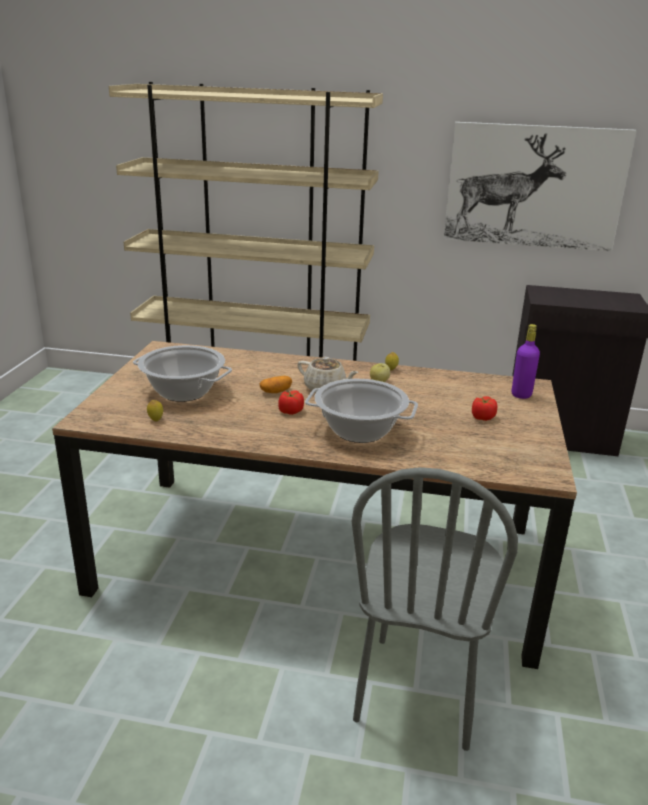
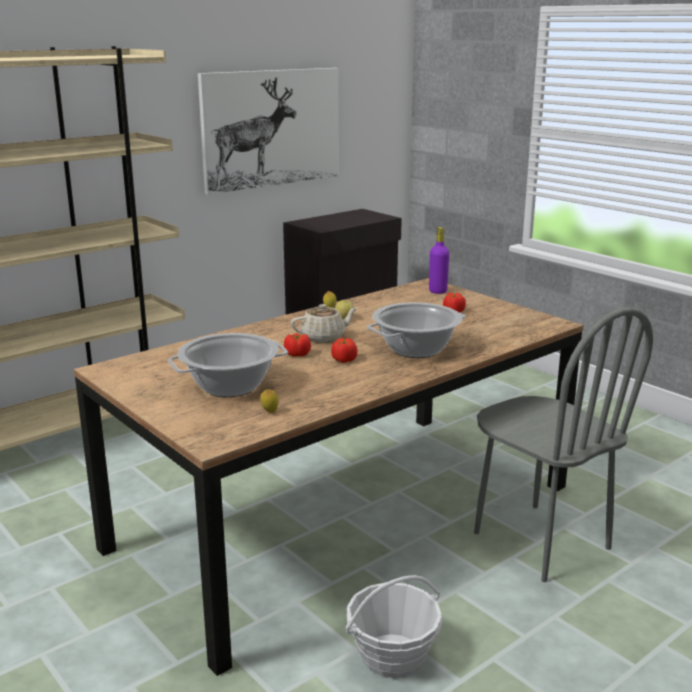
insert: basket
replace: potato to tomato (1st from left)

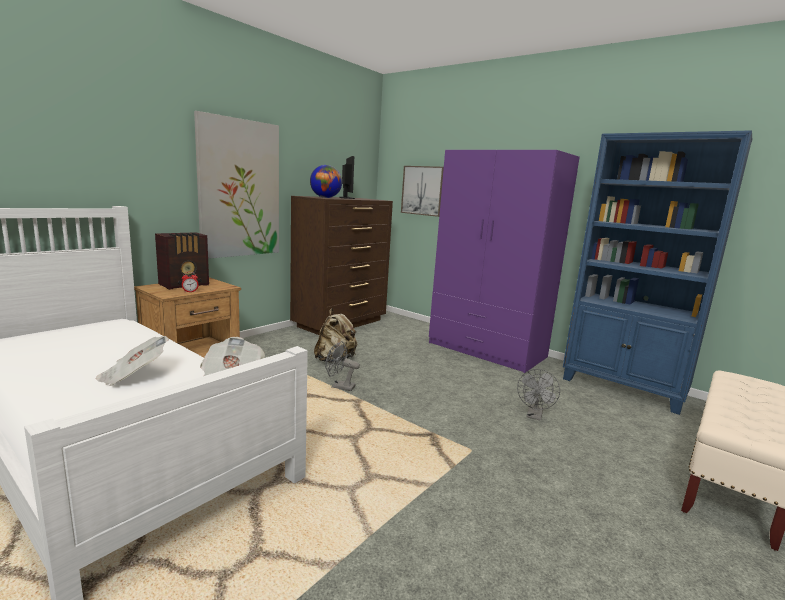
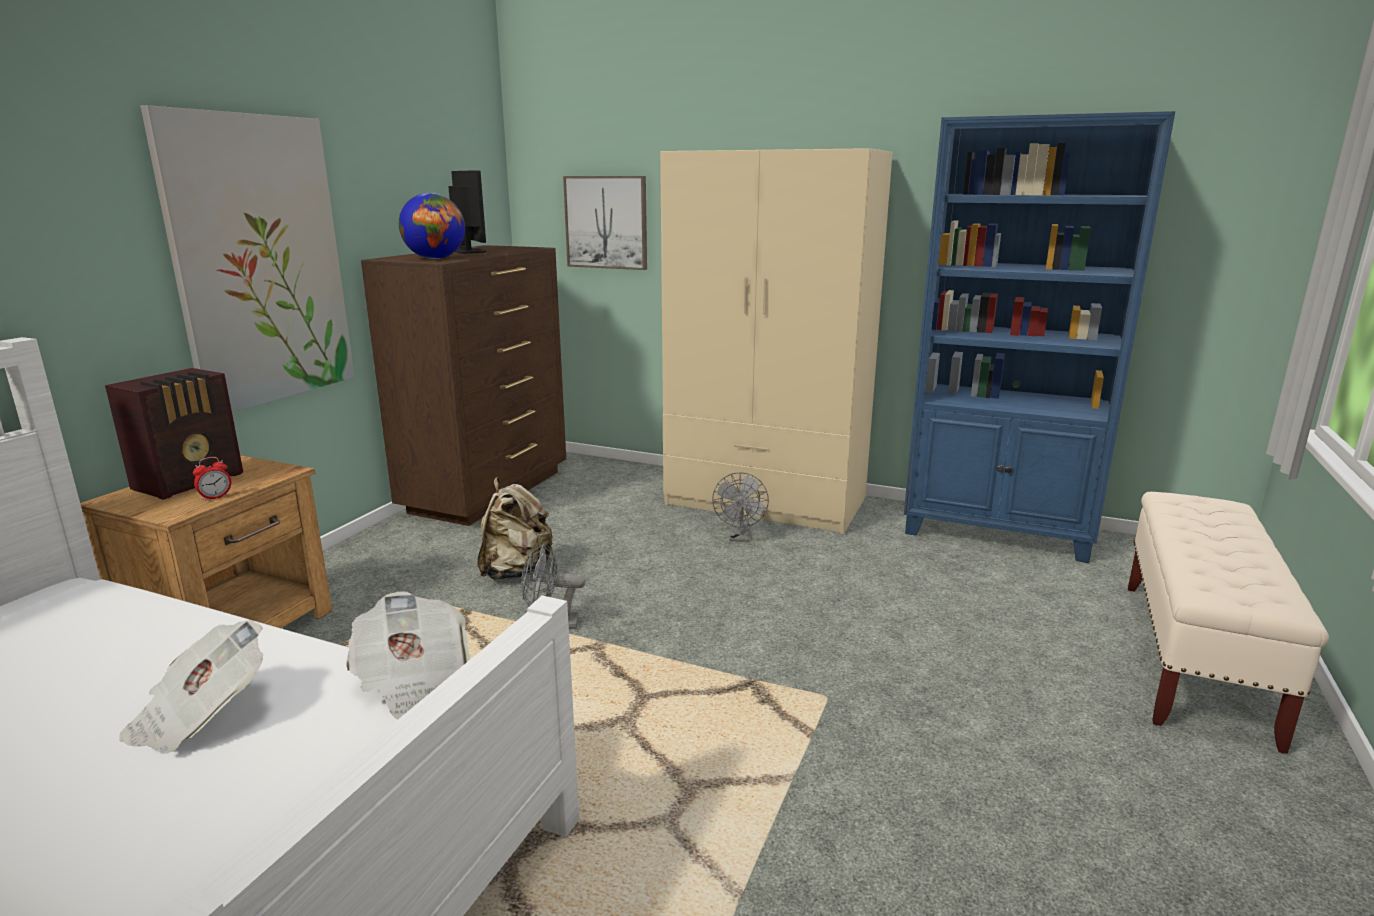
move: grey fan (2nd from left)
recolor: purple wardrobe to beige wardrobe

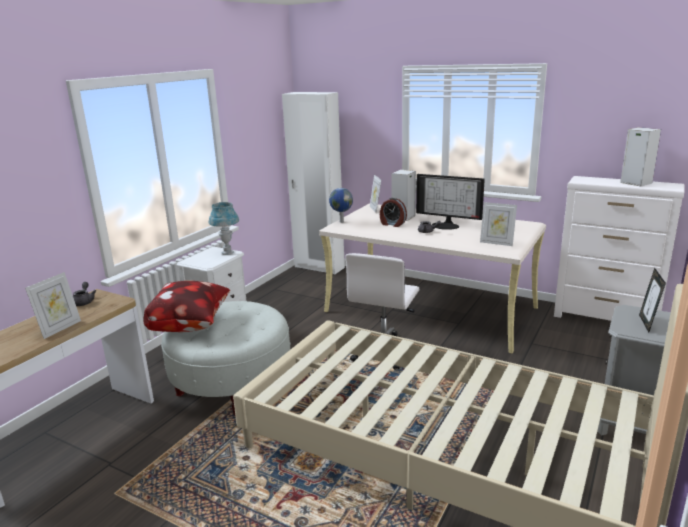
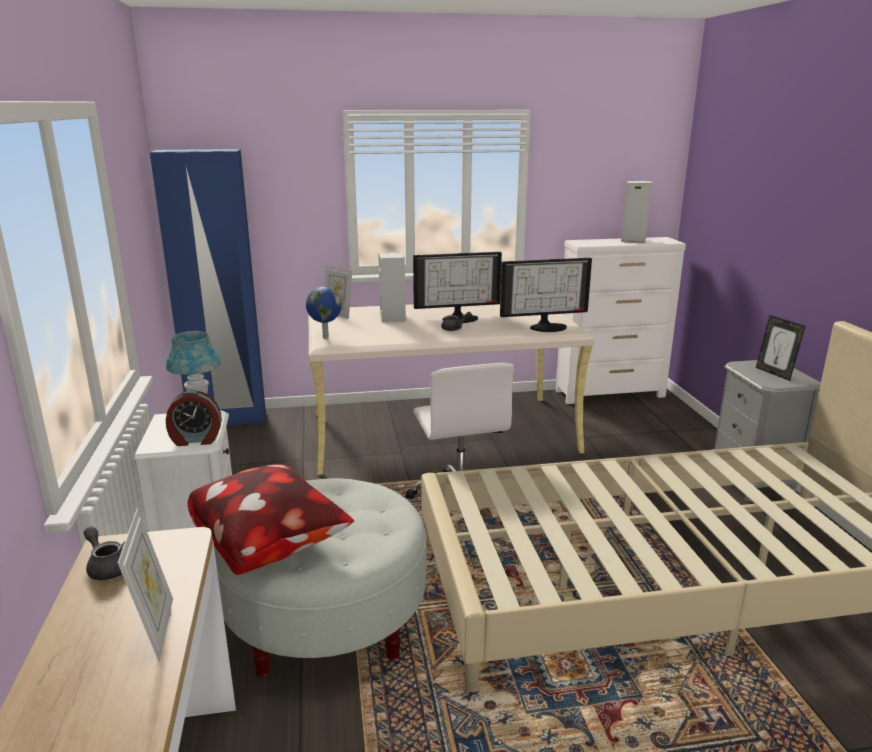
move: alarm clock
replace: picture frame (3rd from left) to monitor (2nd from left)
recolor: white wardrobe to blue wardrobe

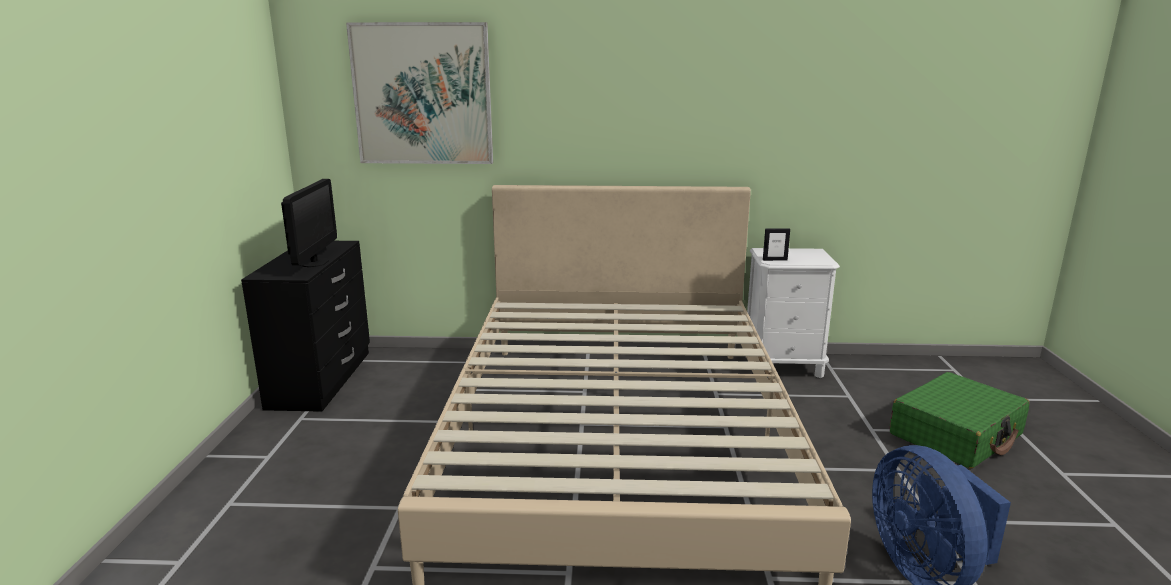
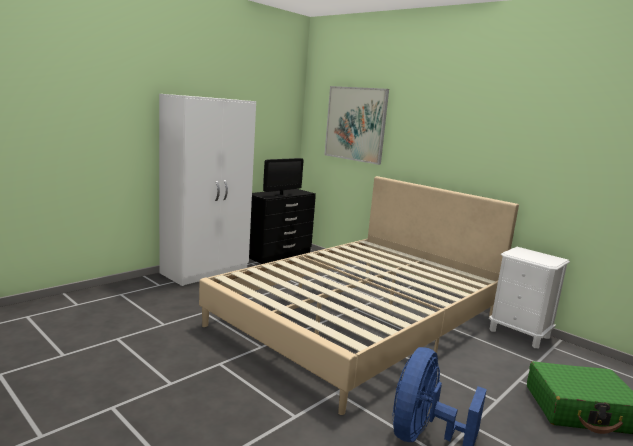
delete: picture frame
insert: white wardrobe

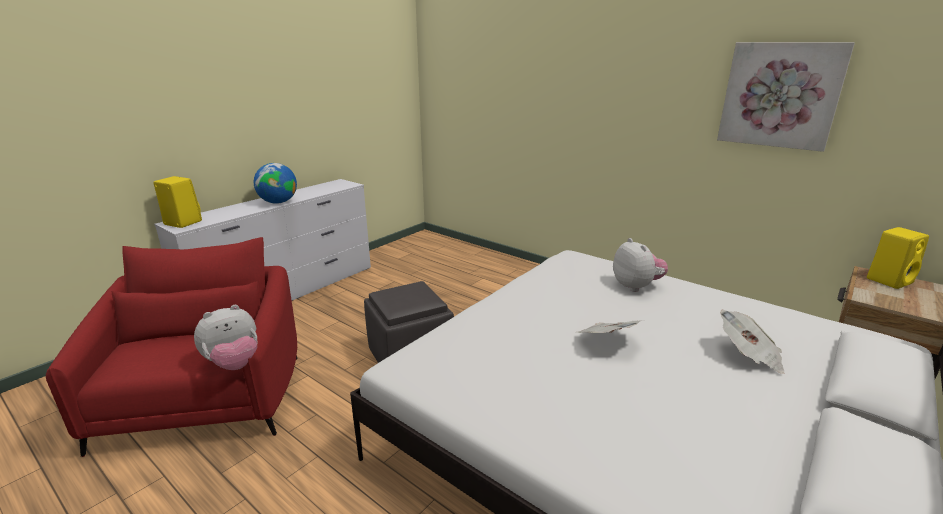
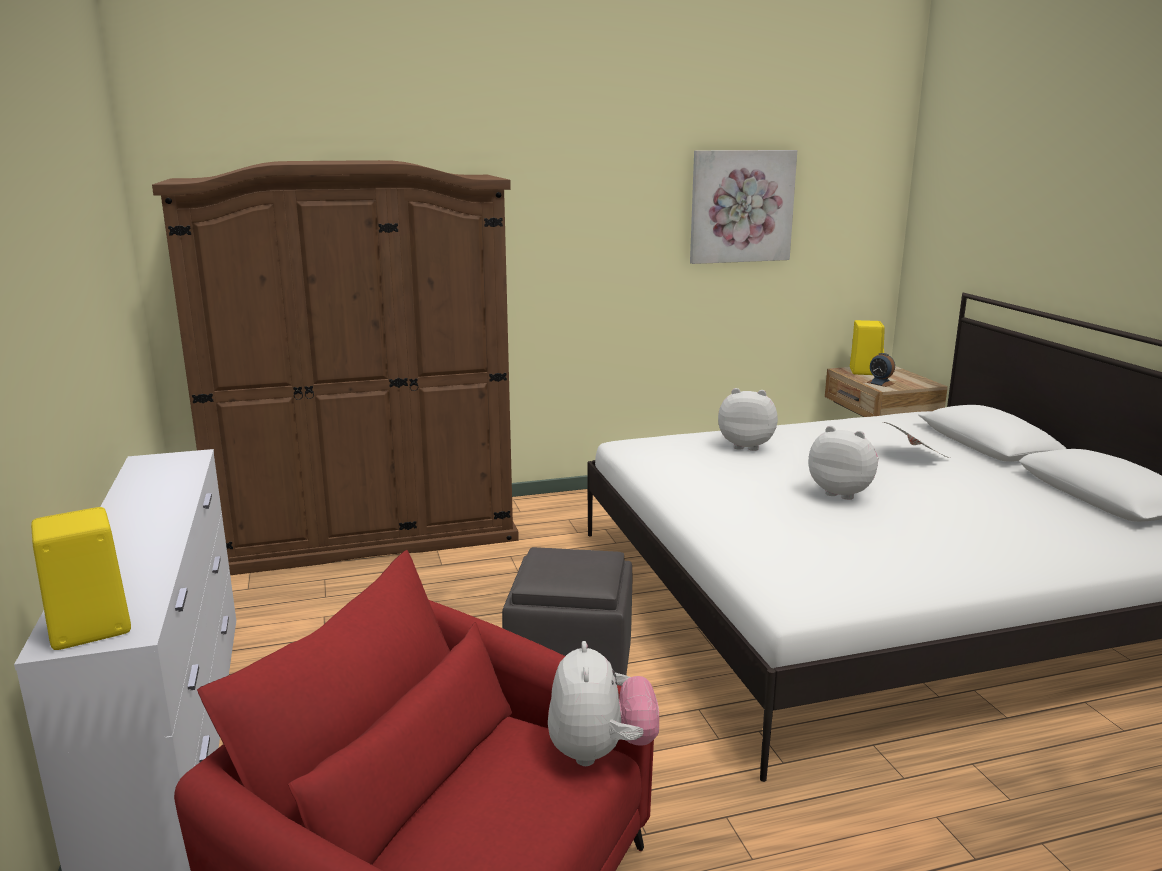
delete: globe
insert: brown wardrobe; alarm clock
replace: newspaper (1st from left) to plush toy (3rd from left)

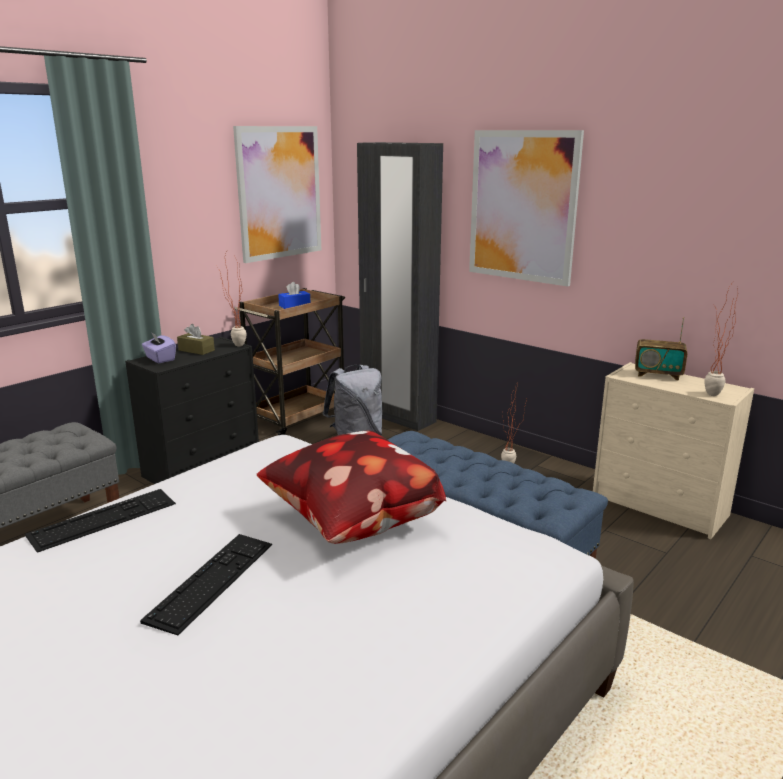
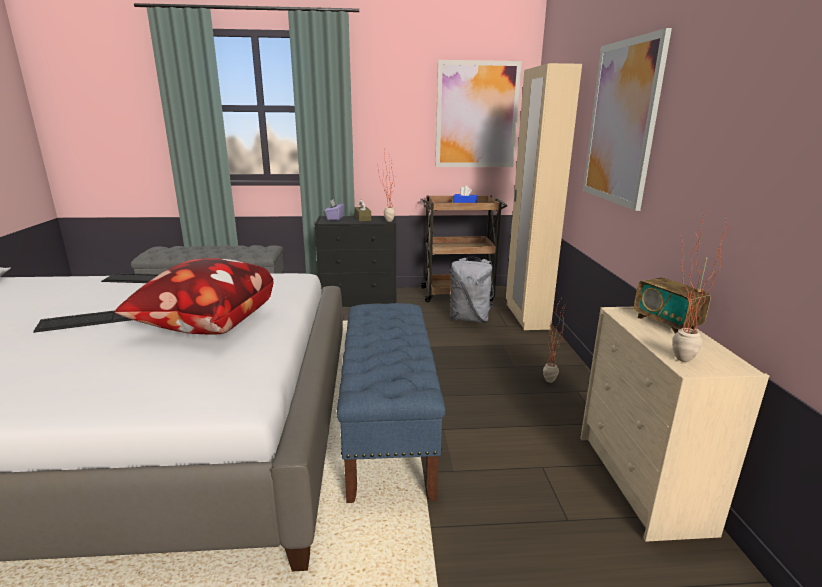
recolor: black wardrobe to beige wardrobe

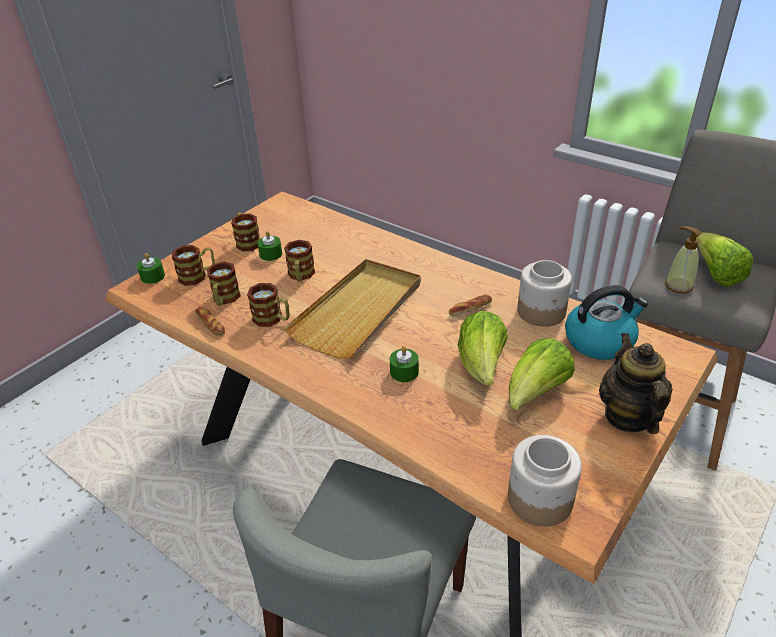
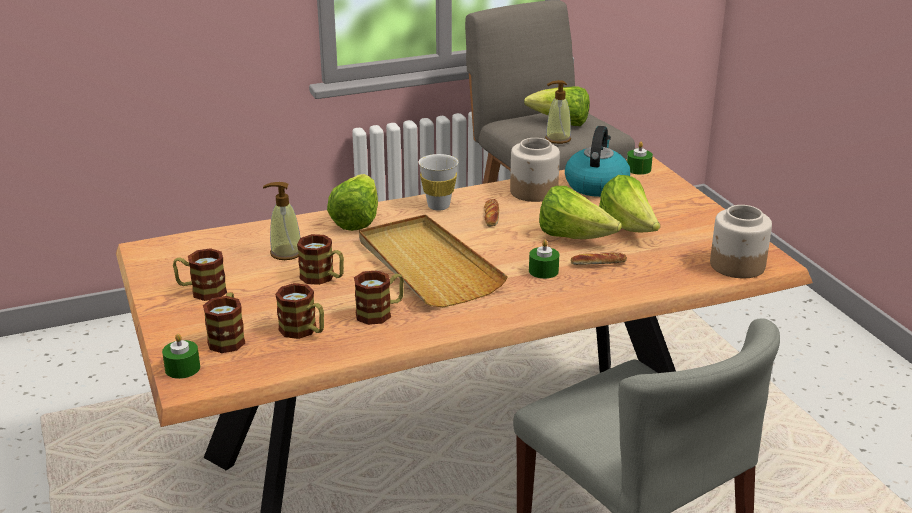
delete: teapot
insert: white cup; lettuce (1st from left); soap dispenser (1st from left)
move: green candle (2nd from left in the first image) to green candle (3rd from left); bread (1st from left in the first image) to bread (2nd from left)

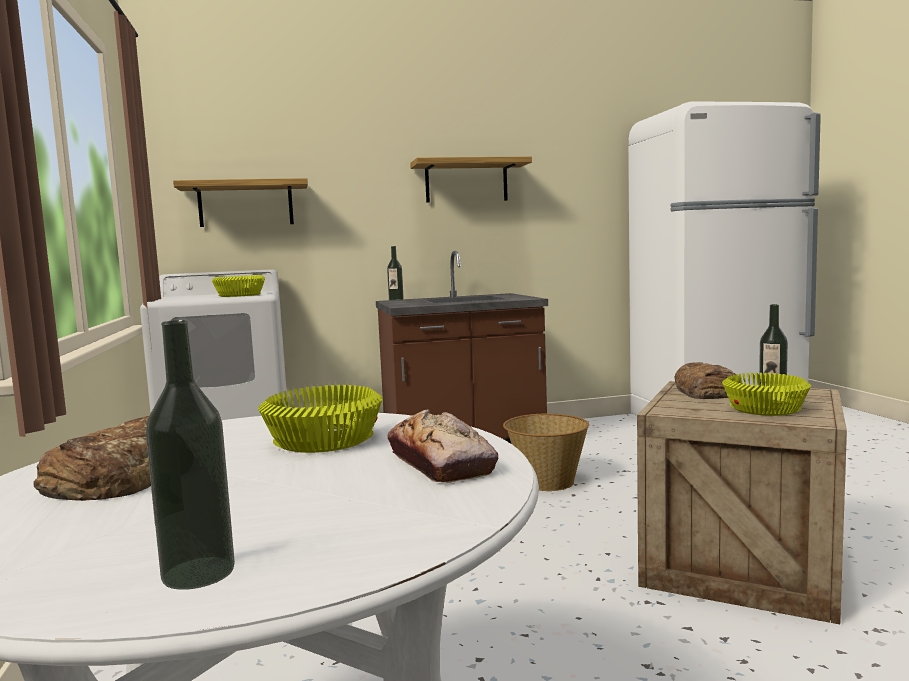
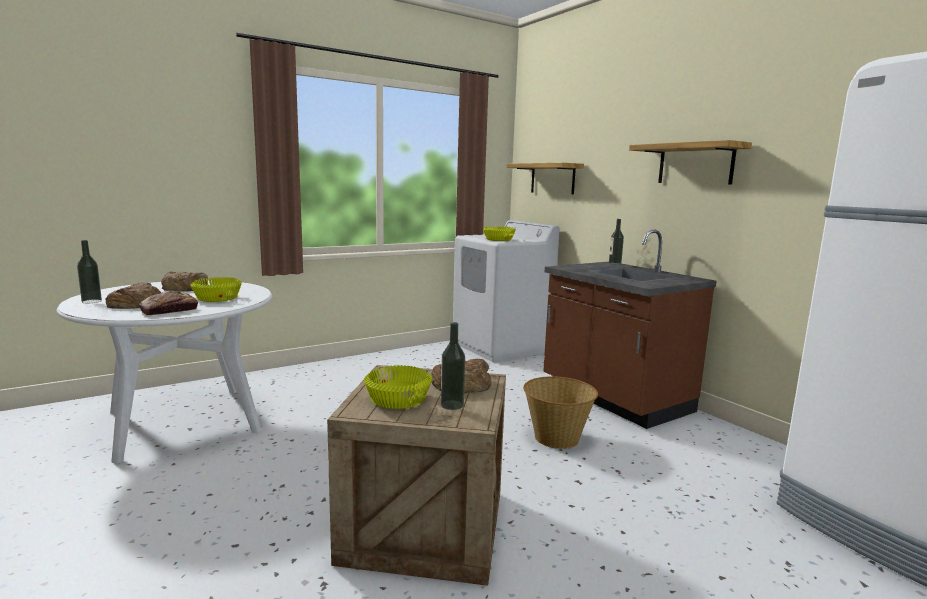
insert: bread (1st from left)

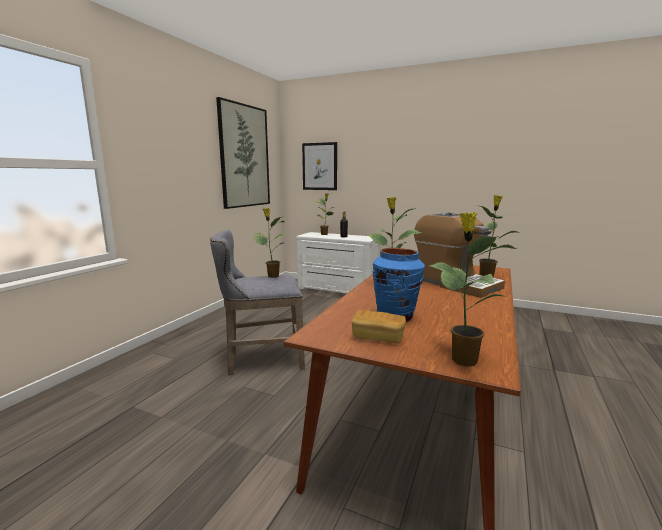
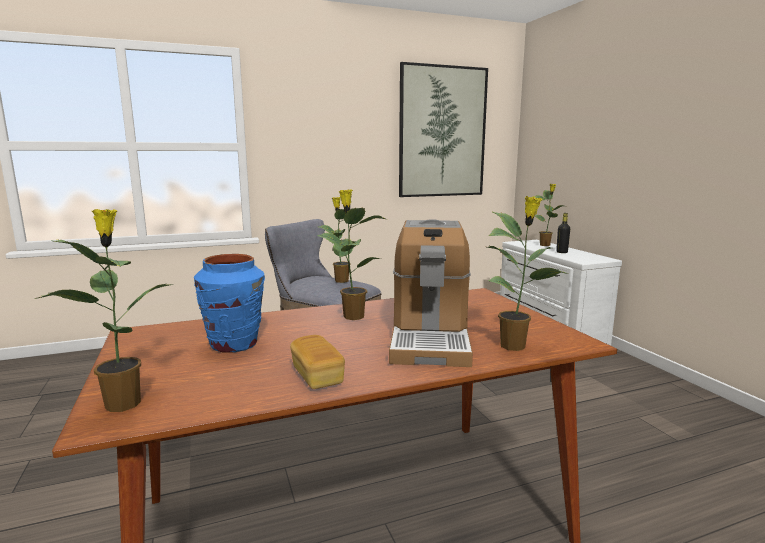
delete: picture (2nd from left)
move: bread

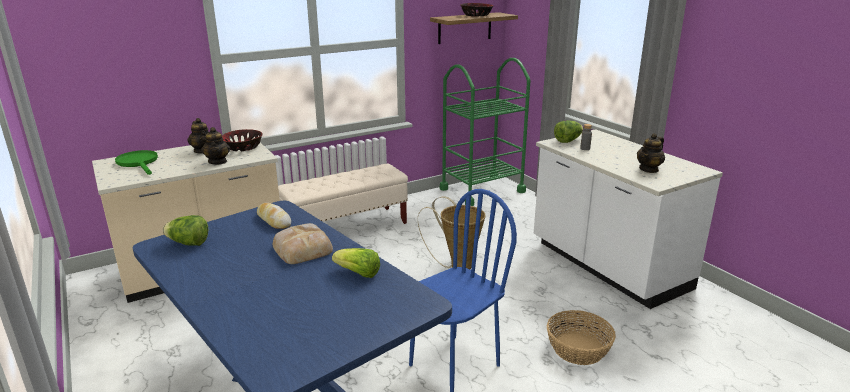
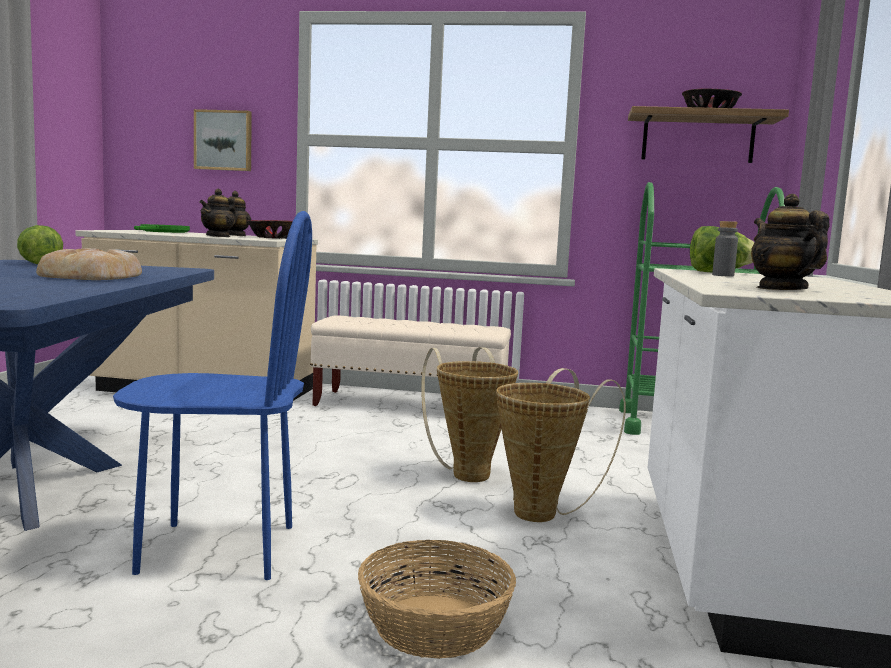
delete: bread (1st from left); lettuce (2nd from left)
insert: picture; basket (3rd from left)
rotate: teapot (3rd from left) 75 degrees clockwise

